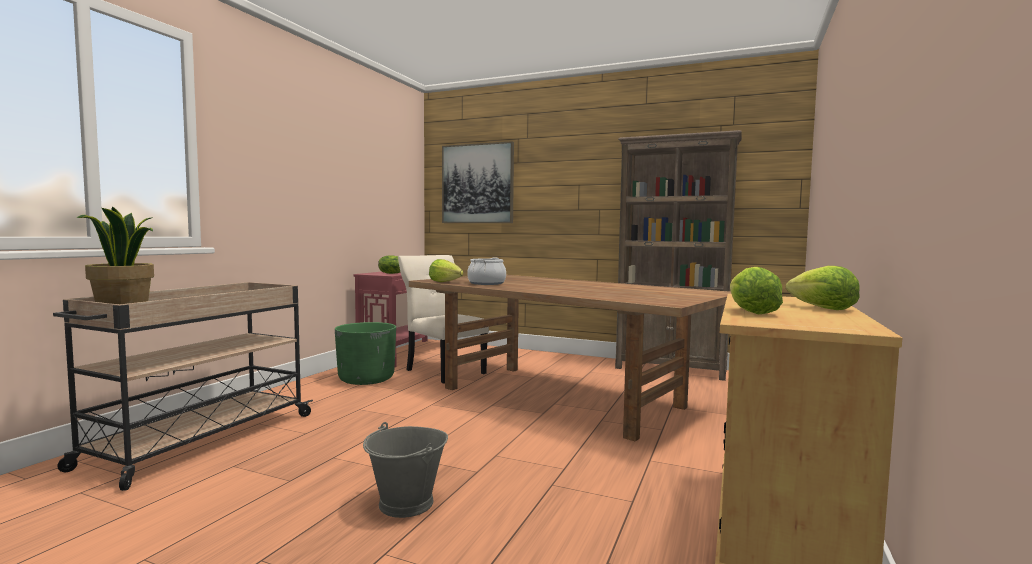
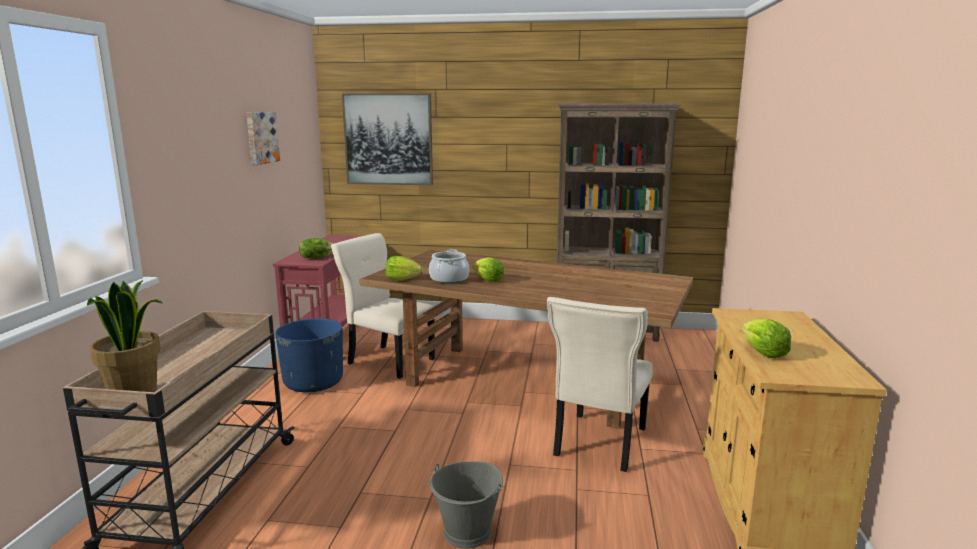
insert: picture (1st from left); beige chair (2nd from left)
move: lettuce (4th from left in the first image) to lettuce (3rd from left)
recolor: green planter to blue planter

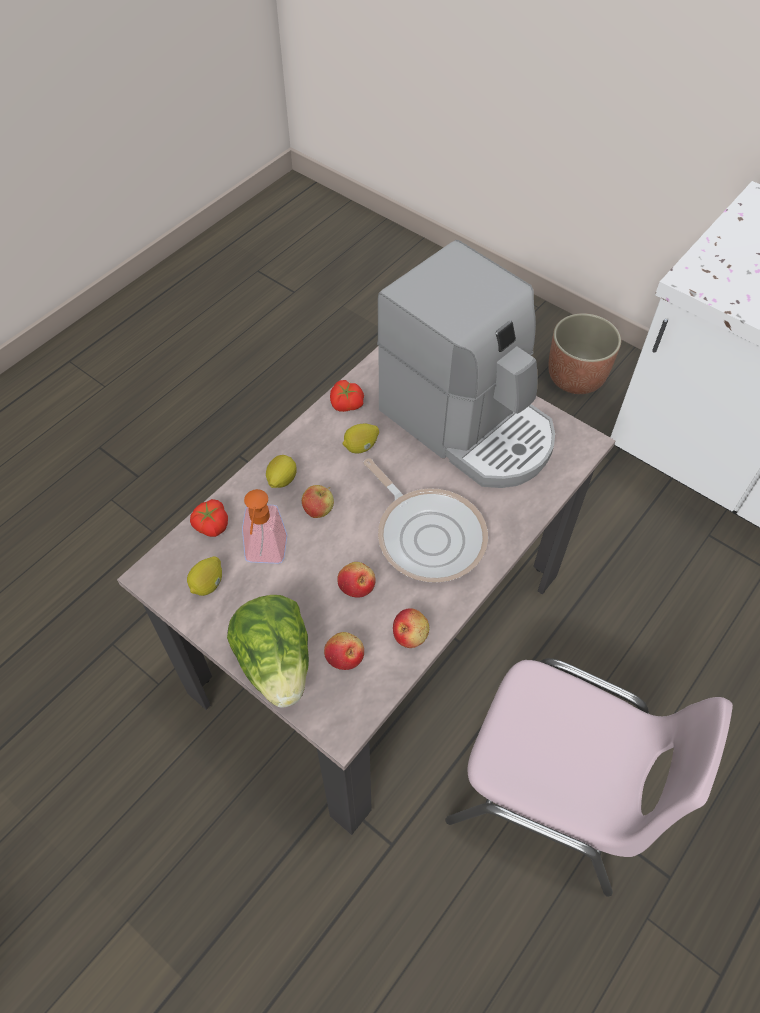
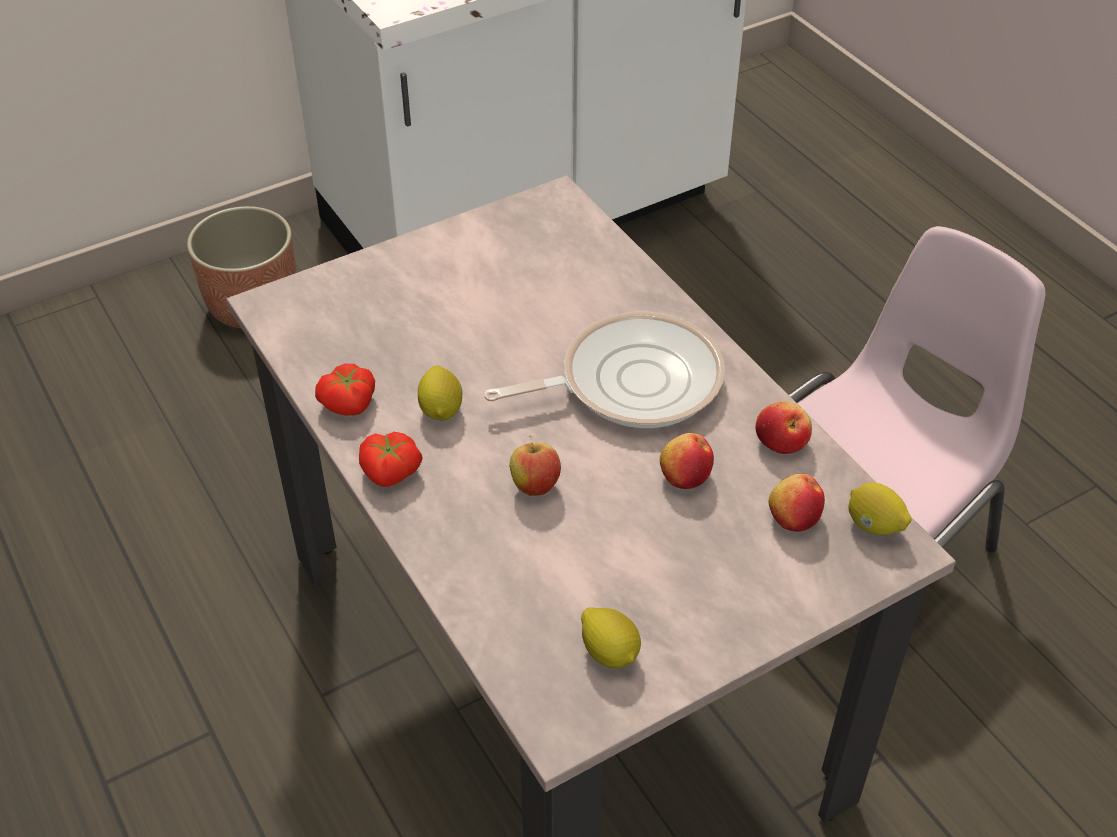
delete: coffee machine; soap dispenser; lettuce
move: lemon (2nd from left in the first image) to lemon (3rd from left); tomato (1st from left in the first image) to tomato (2nd from left)

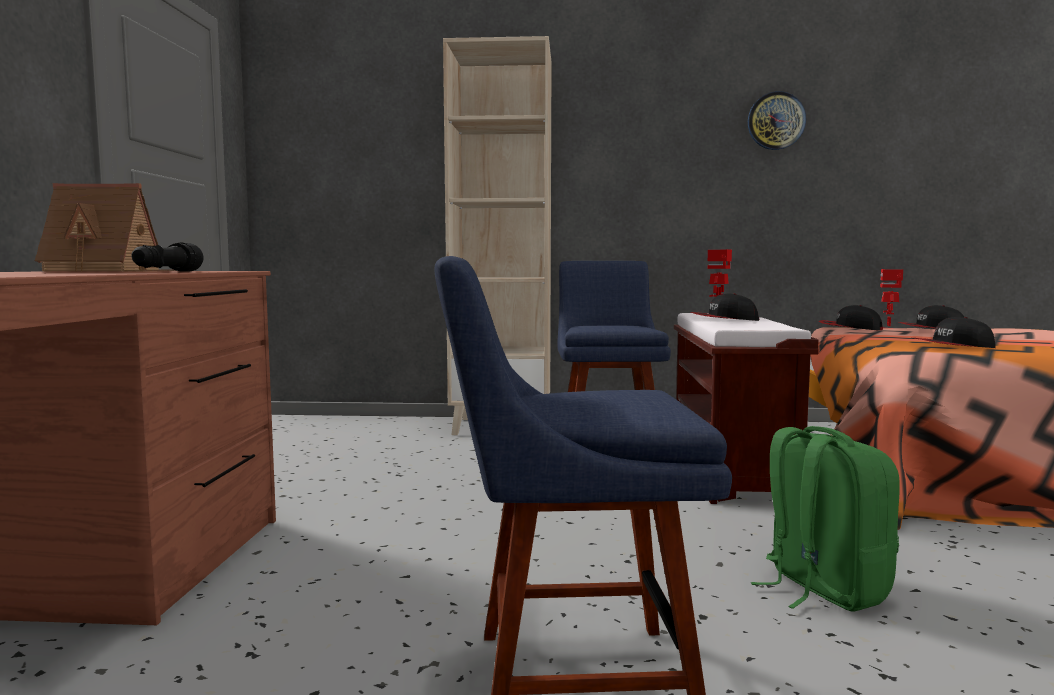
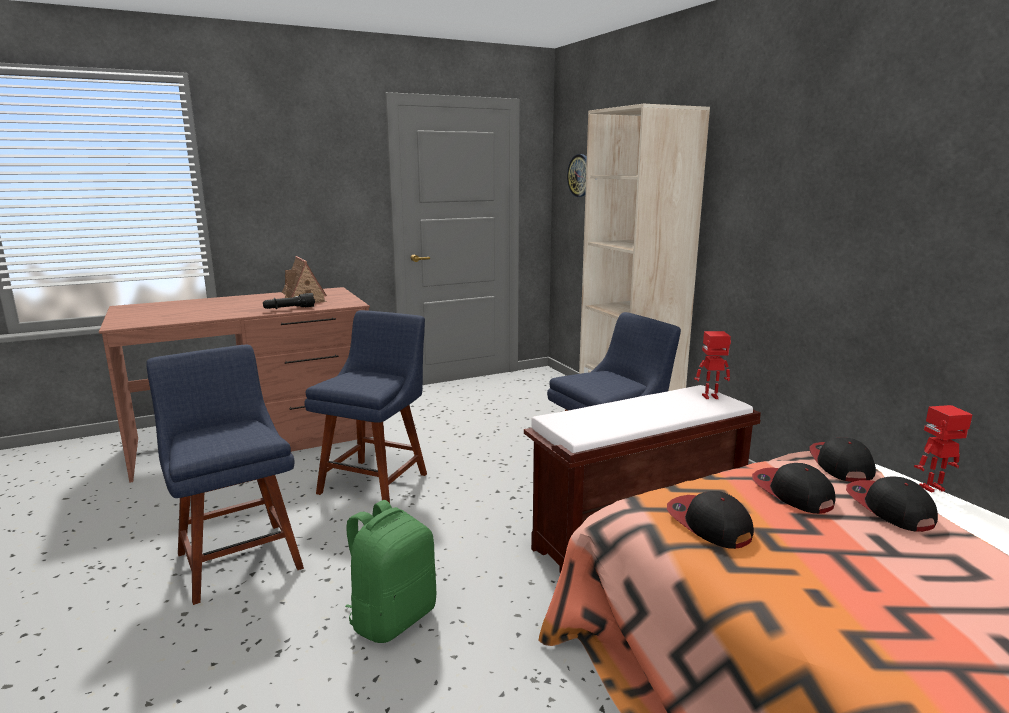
insert: blue chair (2nd from left)
move: wall clock; cap (1st from left in the first image) to cap (2nd from left)

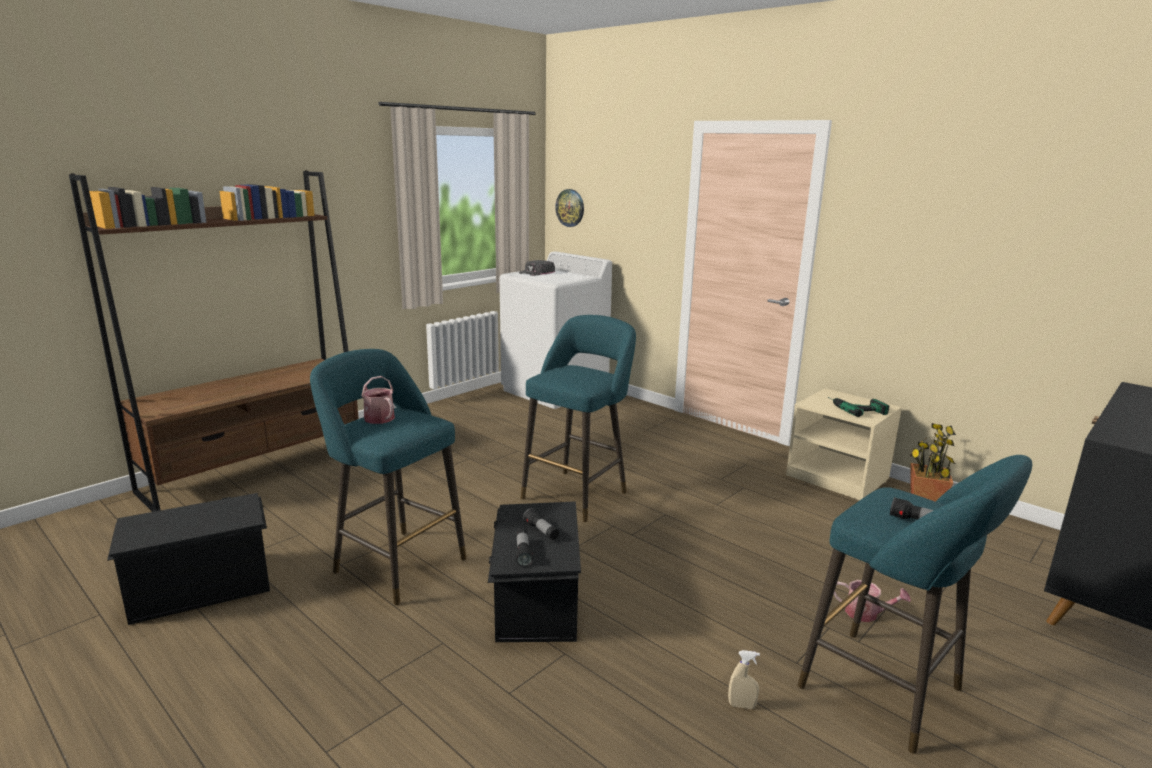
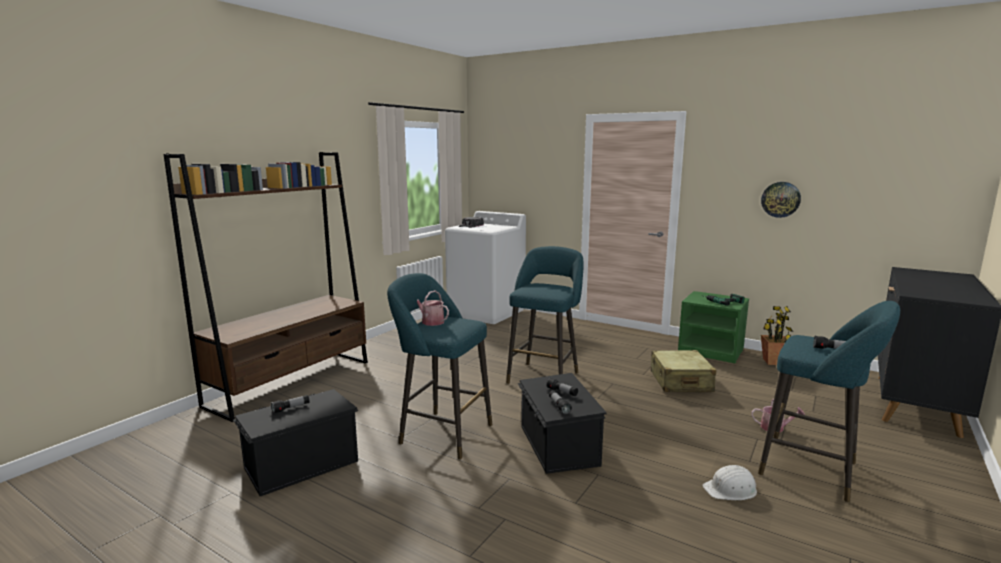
insert: beige suitcase; flashlight (1st from left)
move: wall clock
replace: beige spray bottle to white hard hat
recolor: beige nightstand to green nightstand

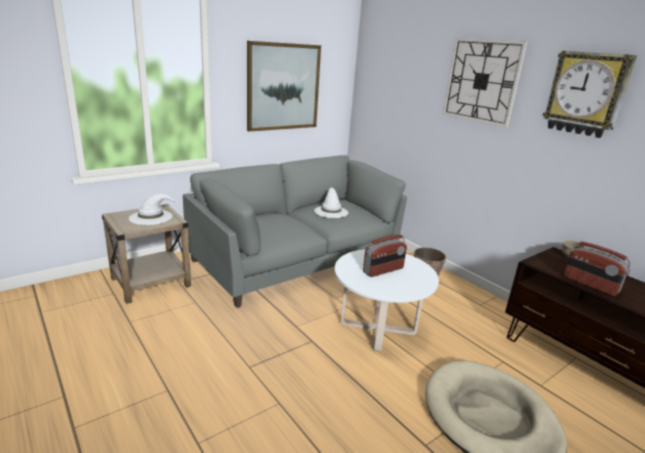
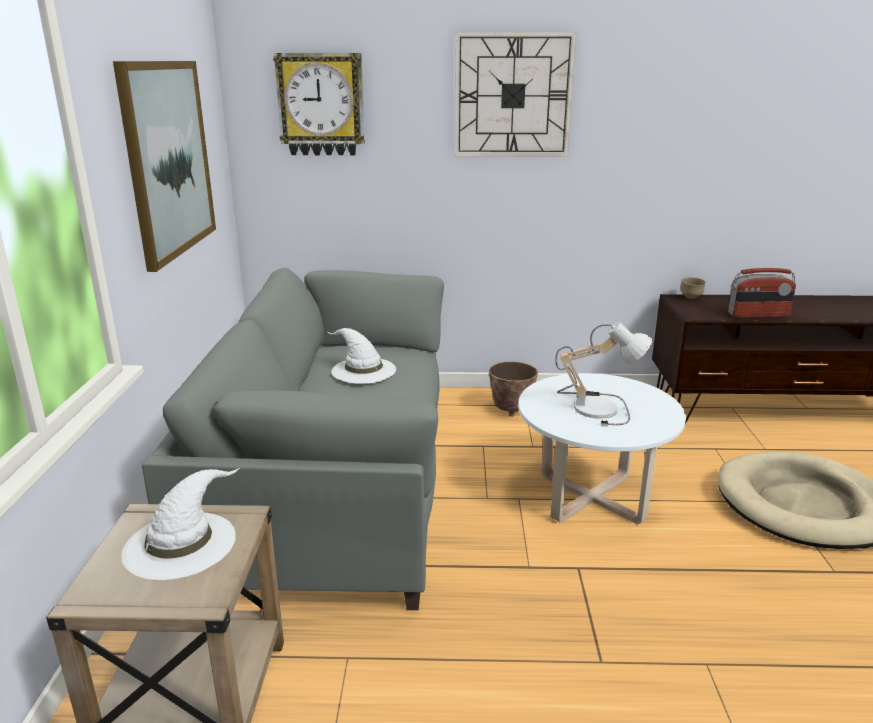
move: wall clock (2nd from left in the first image) to wall clock (1st from left)
replace: radio (1st from left) to table lamp

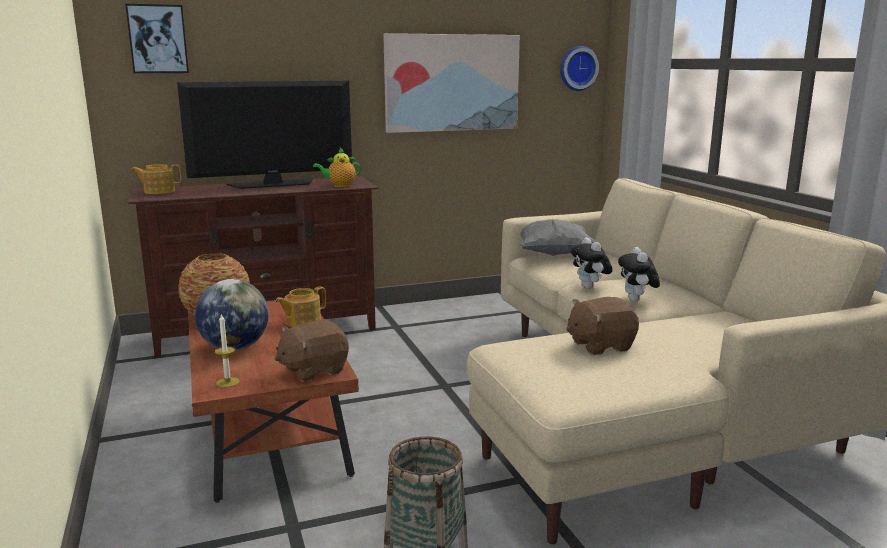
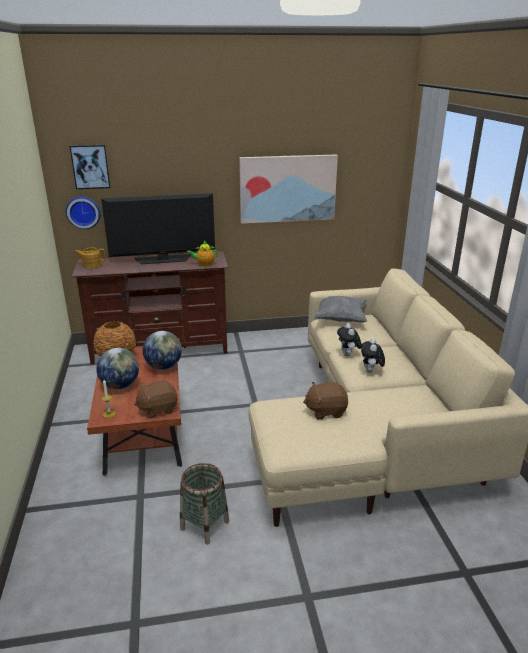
move: wall clock
replace: teapot (2nd from left) to globe (2nd from left)

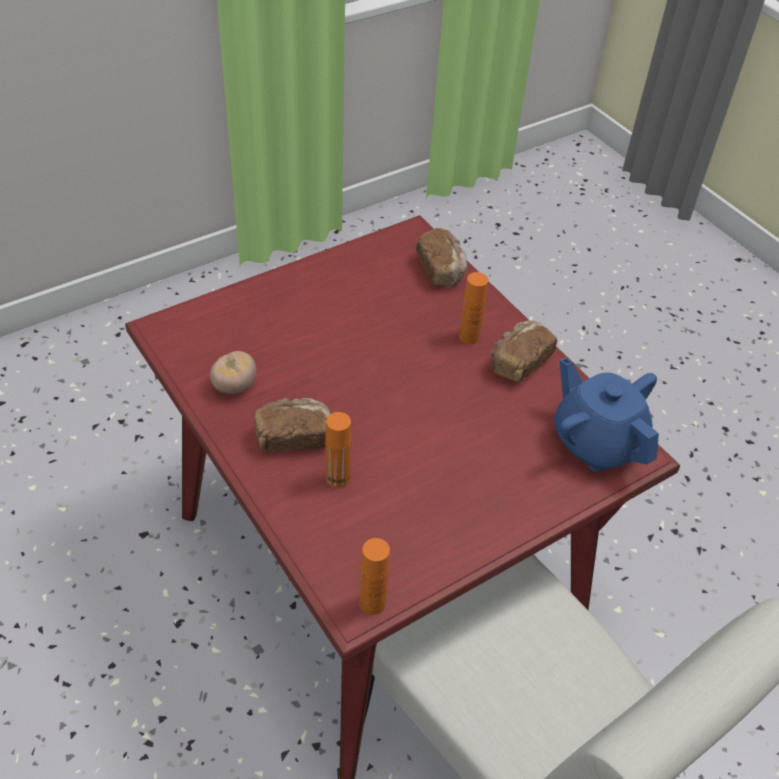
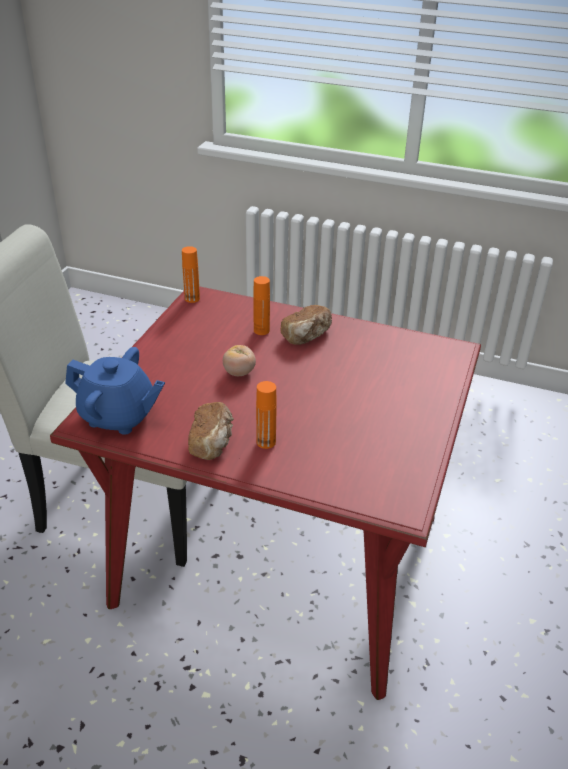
delete: bread (2nd from left)
move: tomato

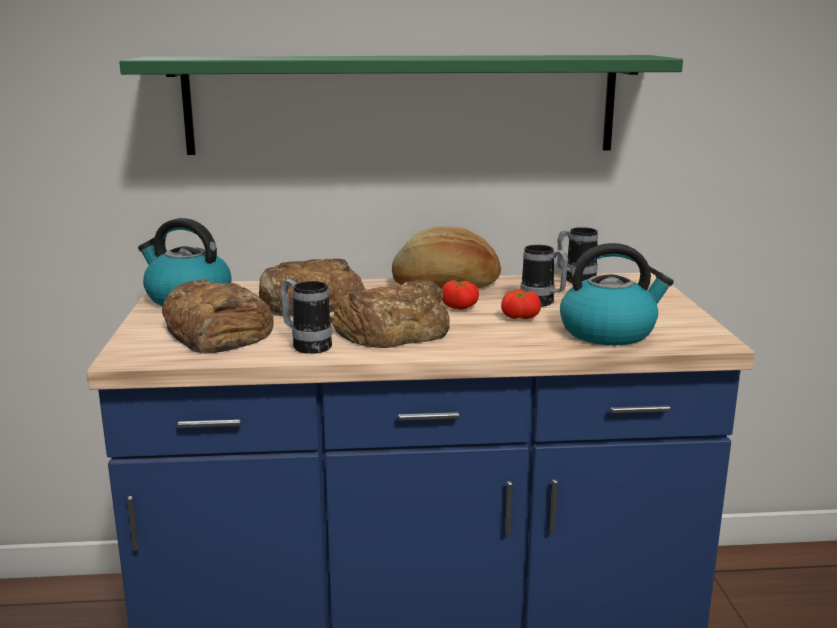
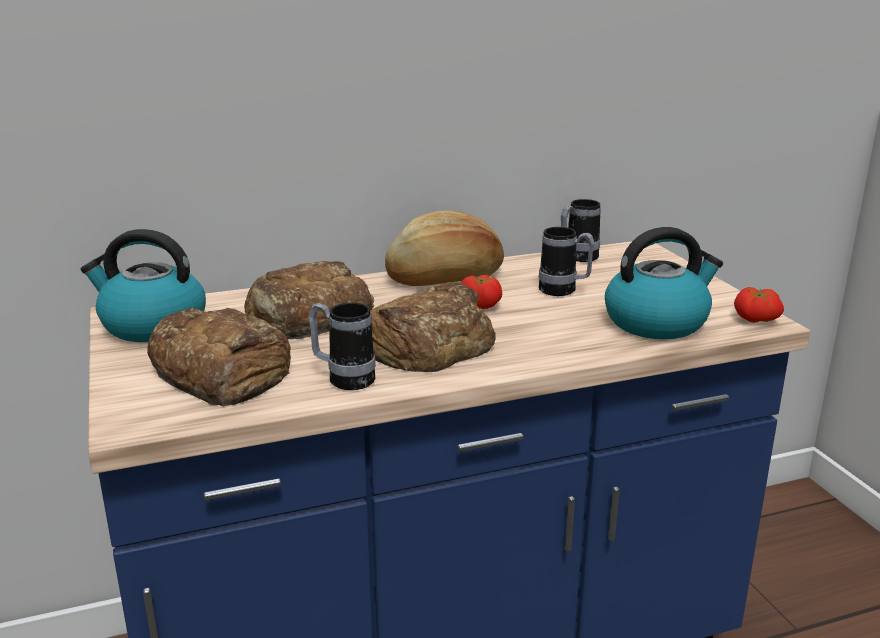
delete: green shelf
move: tomato (2nd from left)

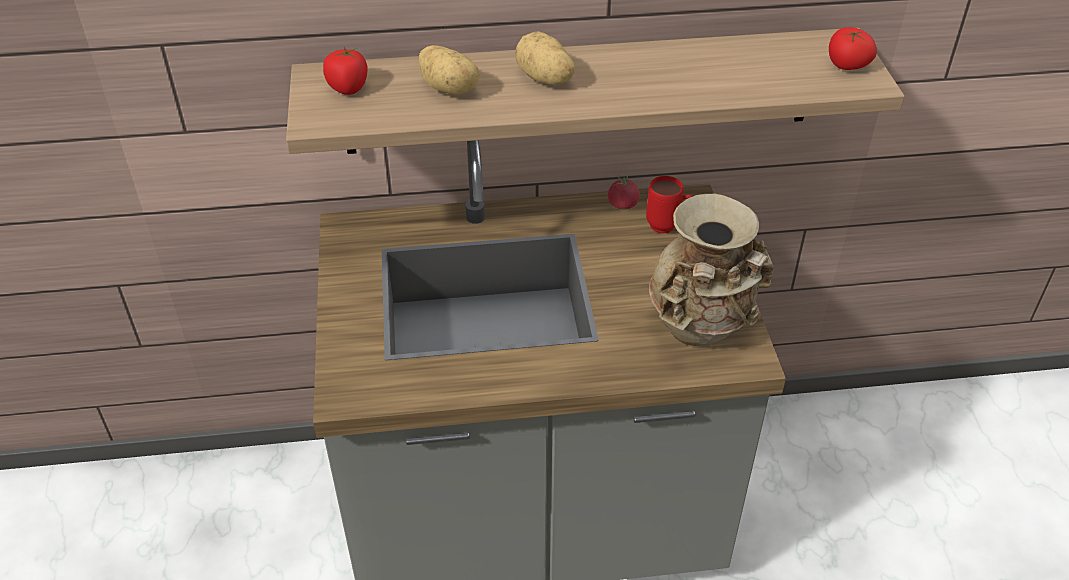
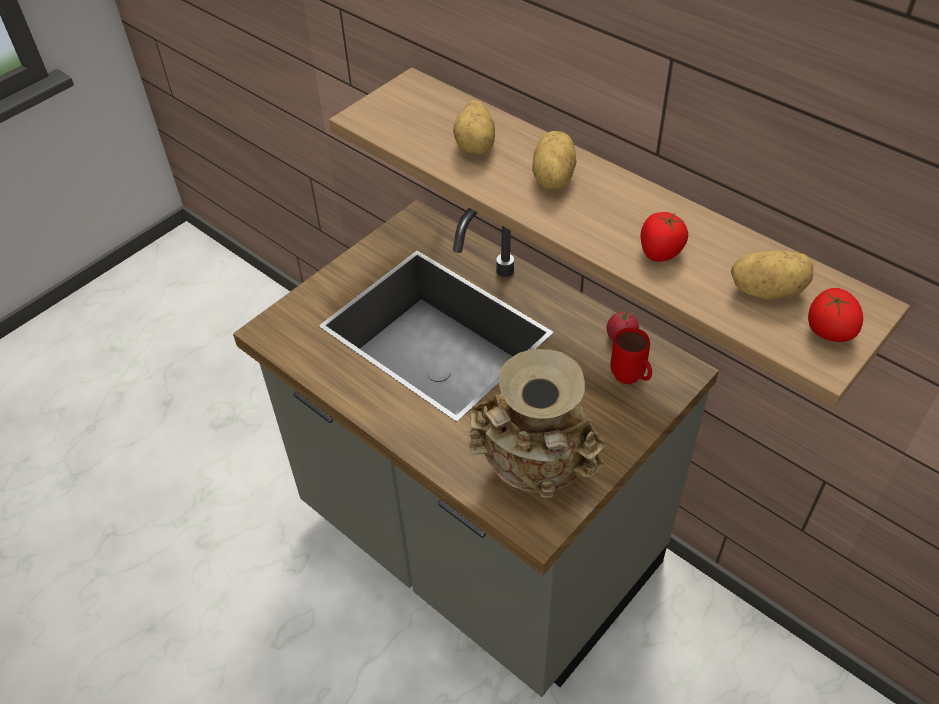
insert: potato (3rd from left)
move: tomato (1st from left in the first image) to tomato (2nd from left)

